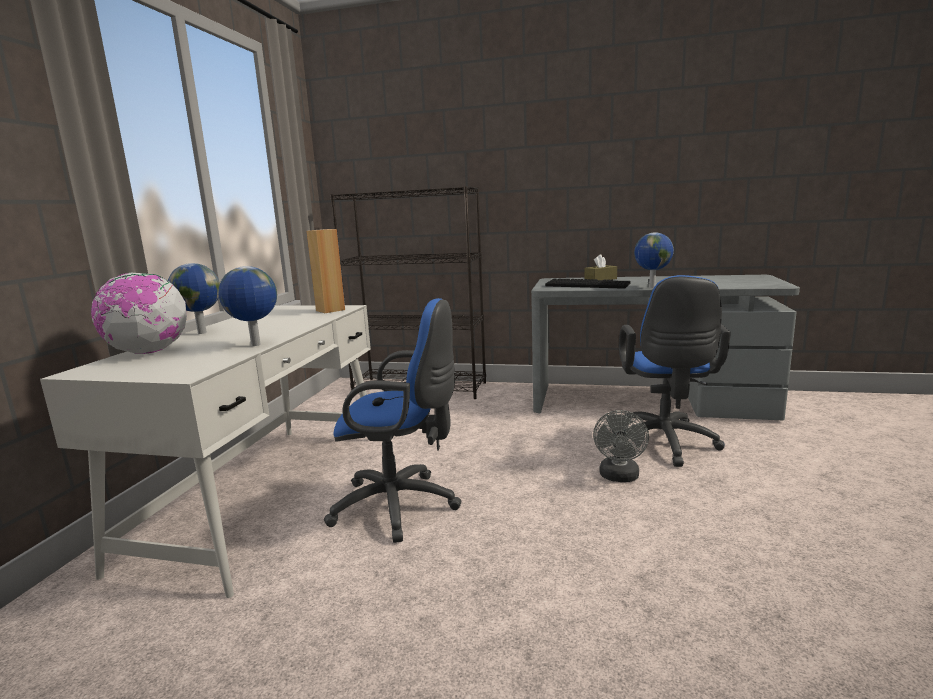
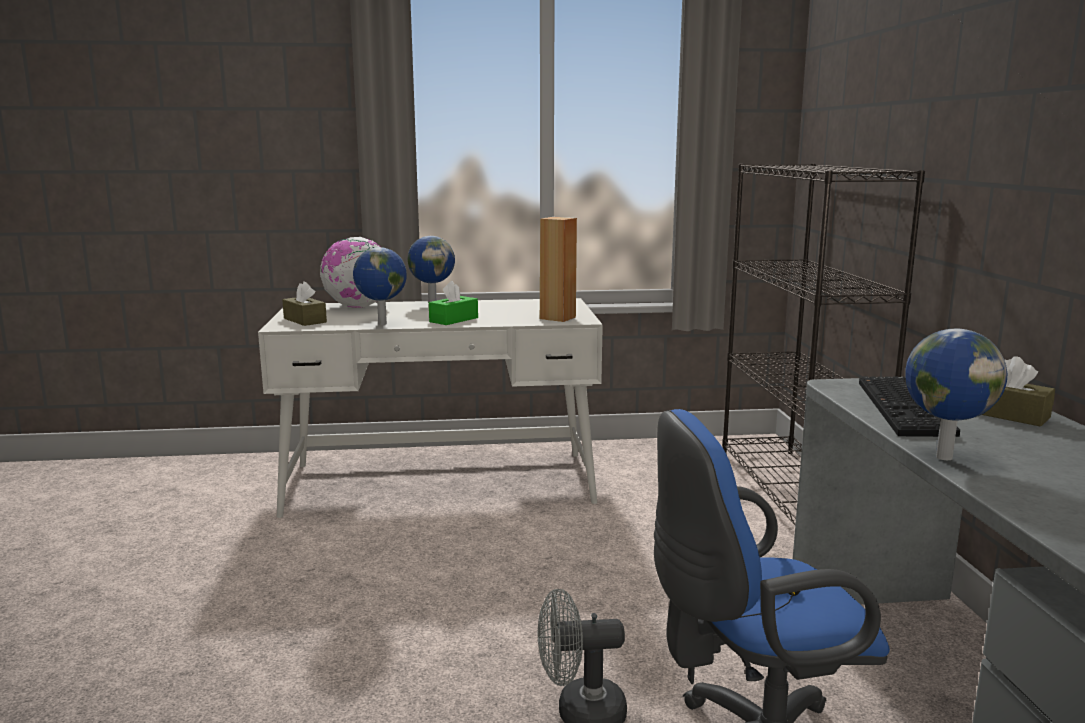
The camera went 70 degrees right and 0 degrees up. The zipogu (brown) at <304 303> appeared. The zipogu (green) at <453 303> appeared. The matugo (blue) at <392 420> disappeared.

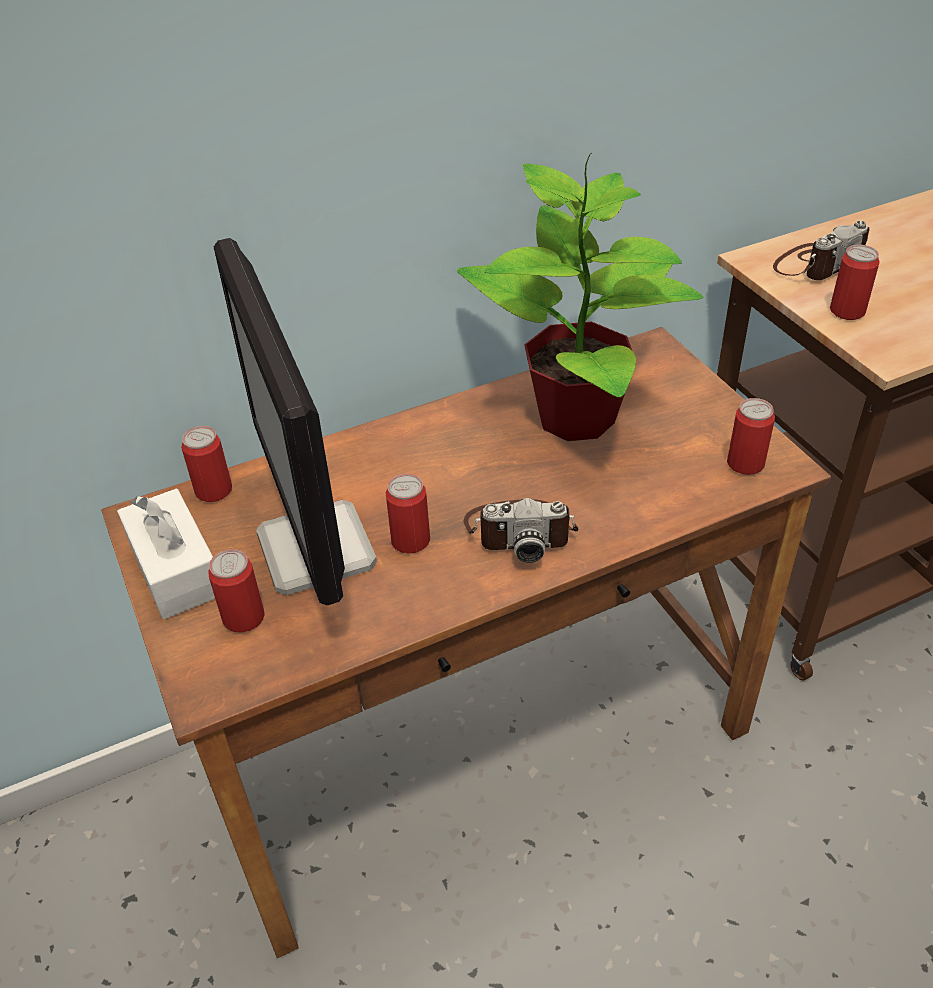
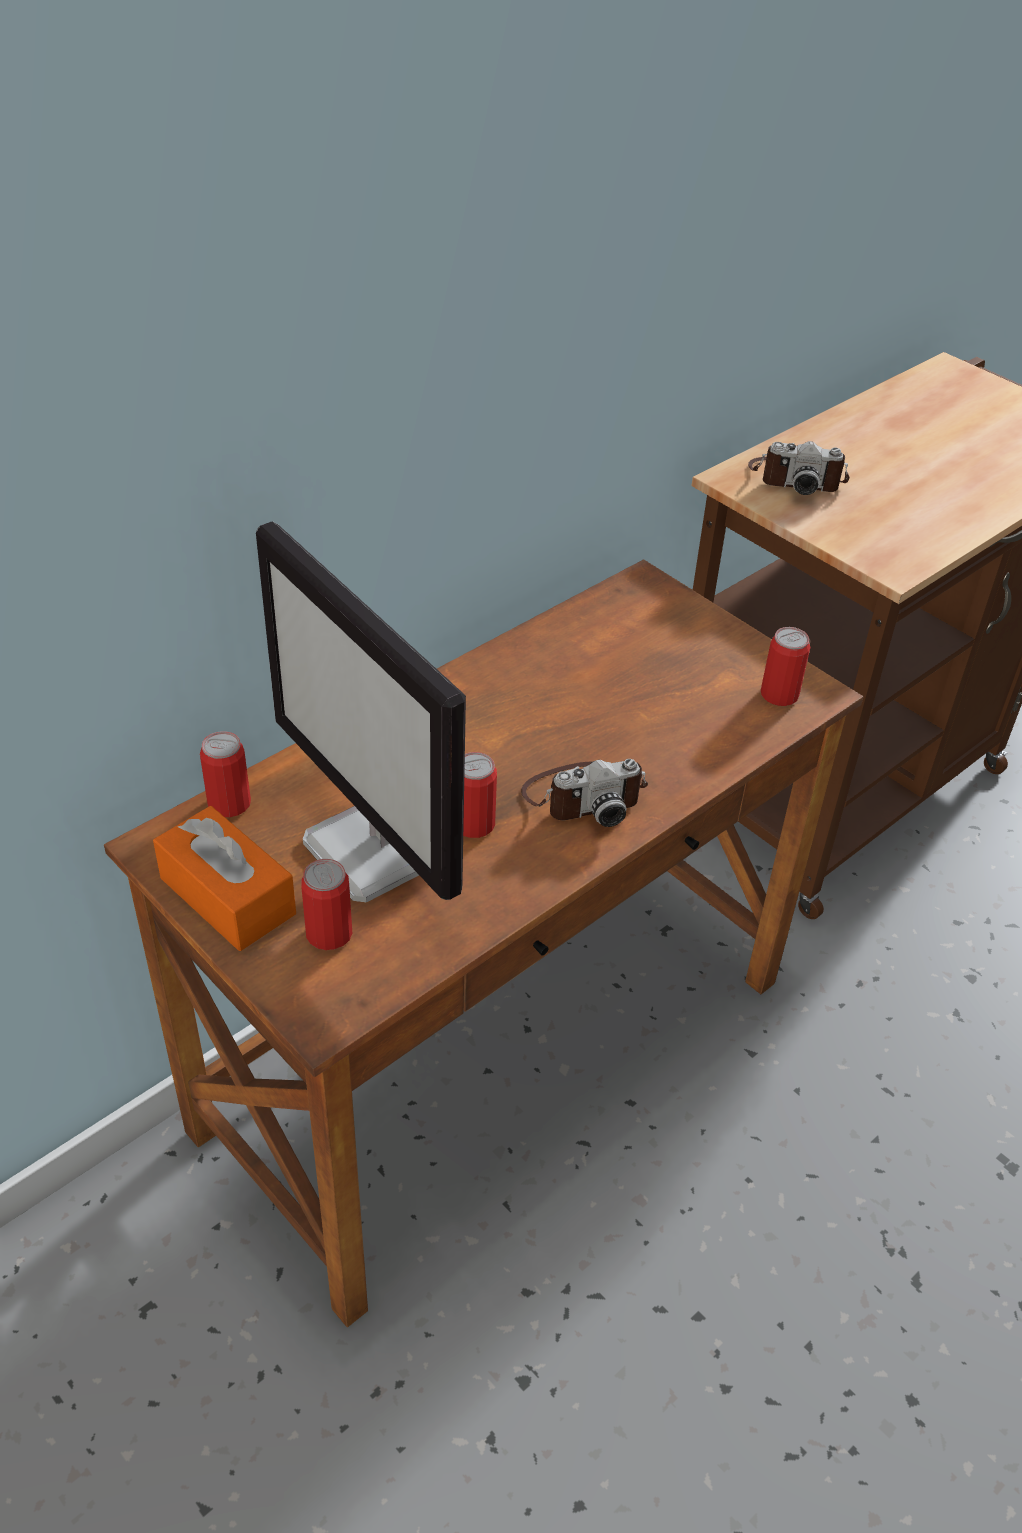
The camera went 20 degrees left and 0 degrees up. The zipogu (white) at <166 554> became the zipogu (orange) at <224 878>. The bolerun at <821 250> turned 60 degrees clockwise. The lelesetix at <580 297> disappeared. The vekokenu at <855 282> disappeared.

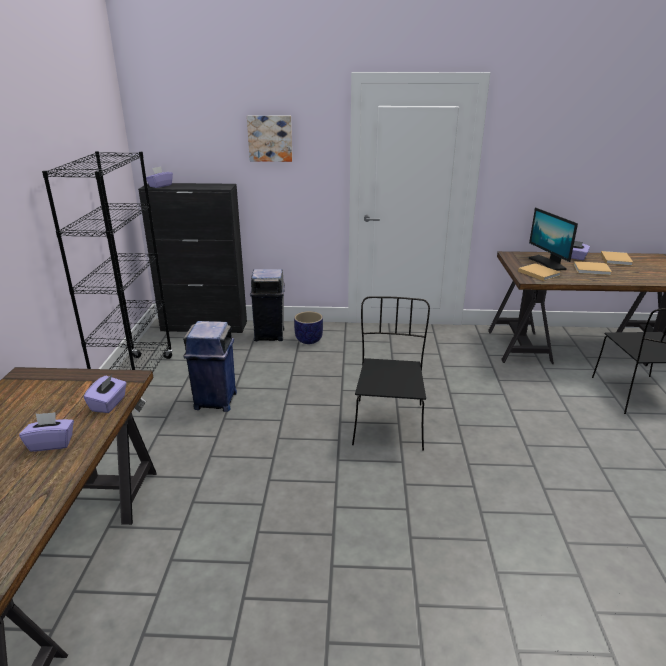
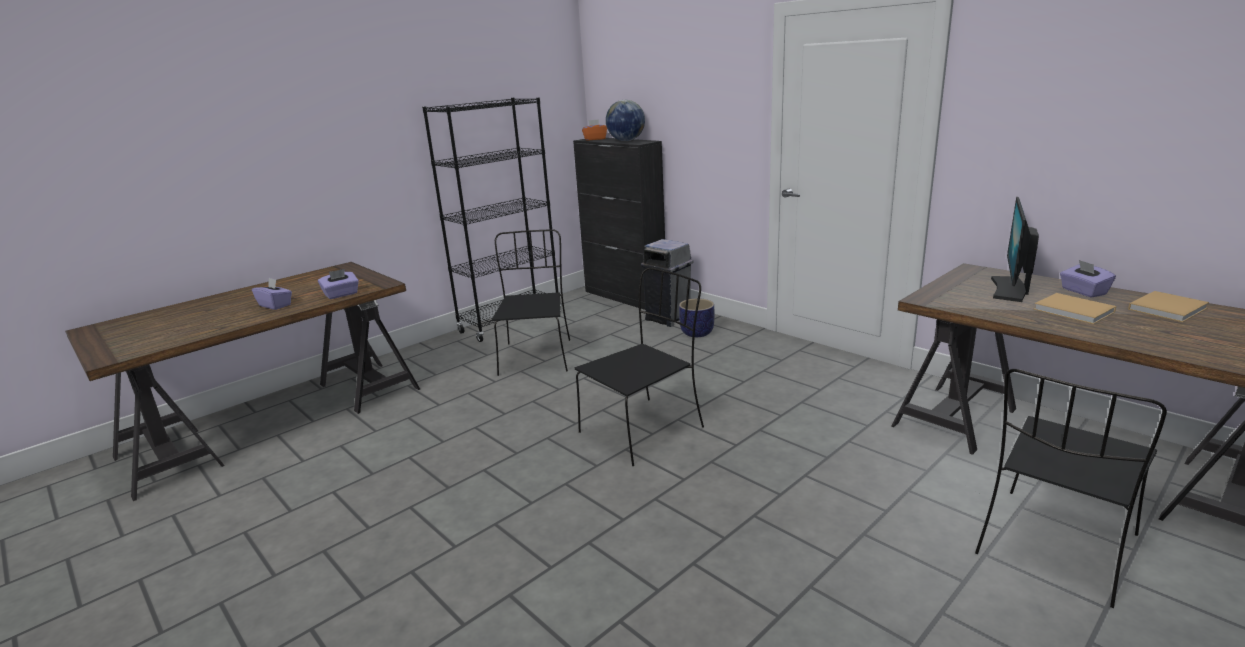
The camera went 45 degrees right and 5 degrees down. The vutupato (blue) at <210 366> was replaced by the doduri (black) at <531 302>. The zipogu (purple) at <159 177> became the zipogu (orange) at <594 129>. The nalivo at <625 120> appeared. The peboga at <270 138> disappeared. The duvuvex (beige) at <539 272> disappeared.

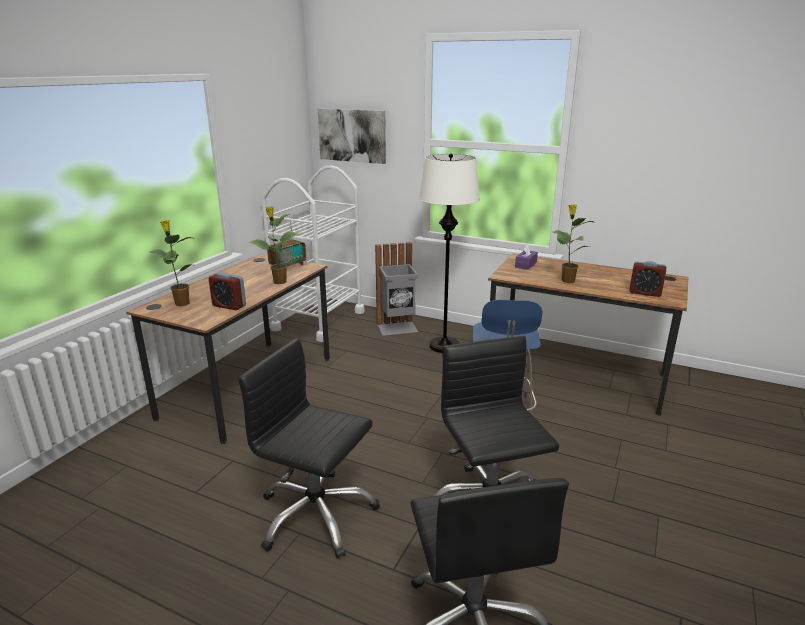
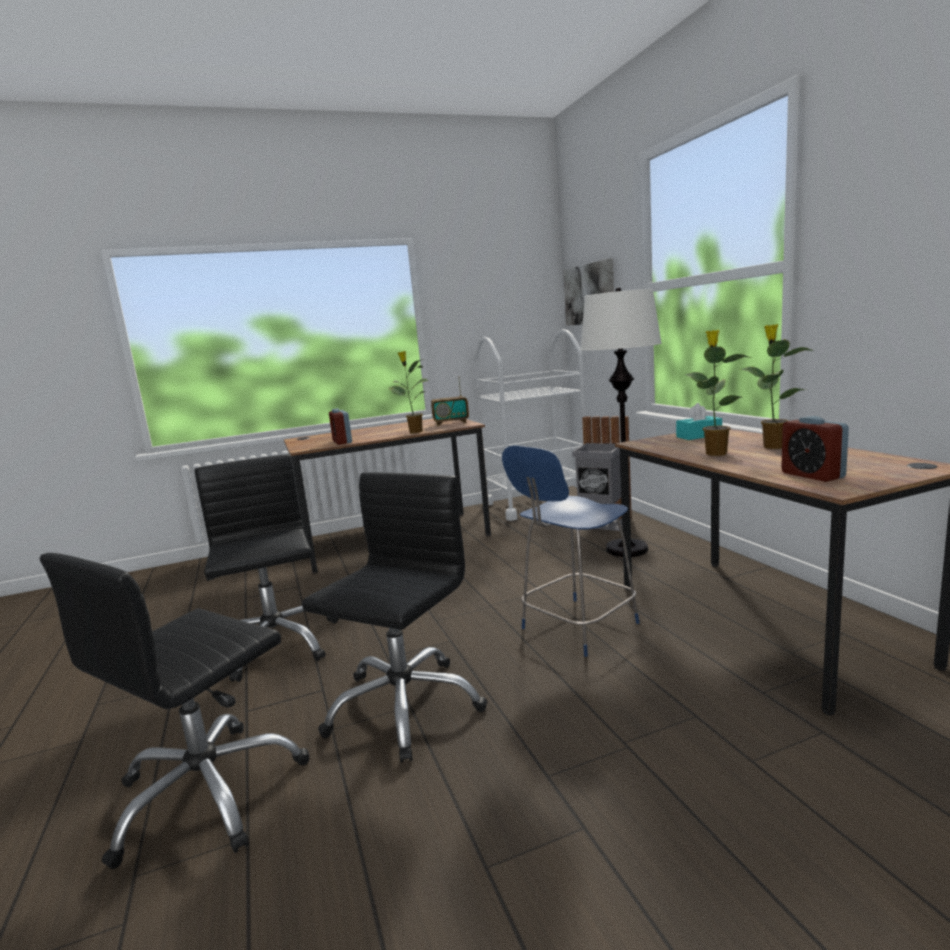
The camera went 45 degrees right and 10 degrees down. The zipogu (purple) at <526 257> became the zipogu (turquoise) at <699 421>. The lelesetix moved from <173 263> to <777 386>.

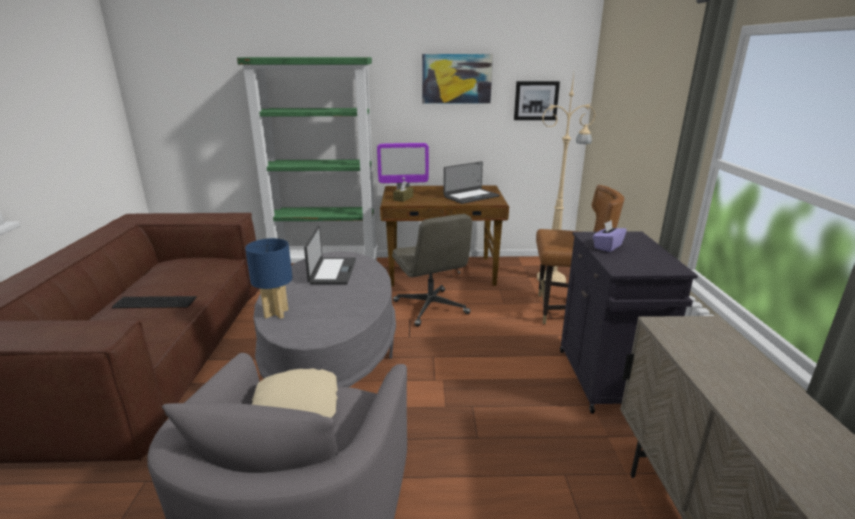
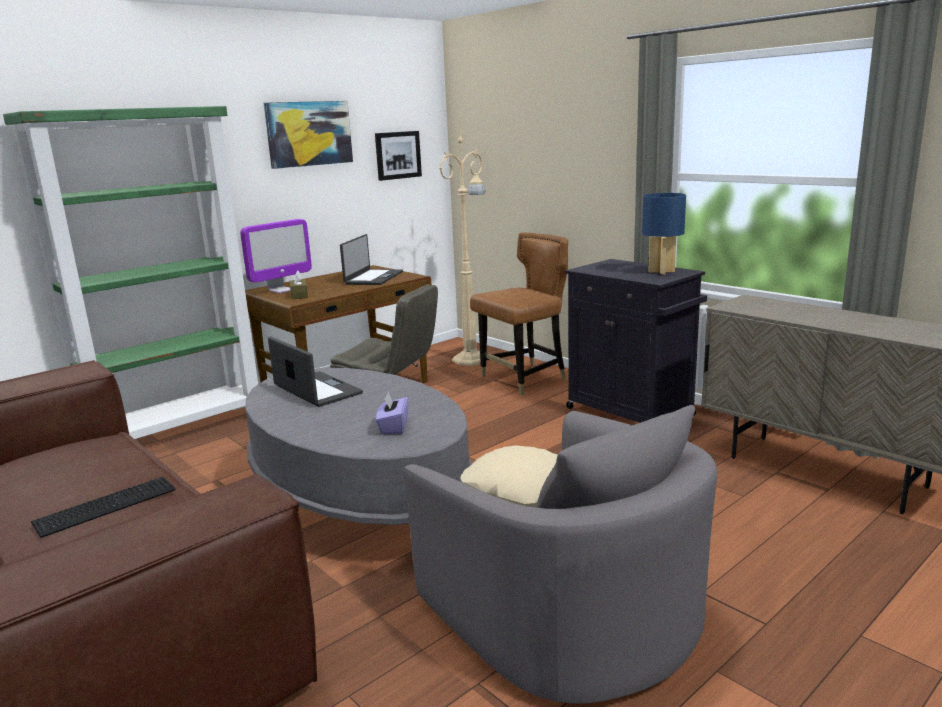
The camera went 40 degrees left and 5 degrees down. The zipogu (purple) moved from <610 236> to <392 413>. The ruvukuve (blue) moved from <269 278> to <664 234>.

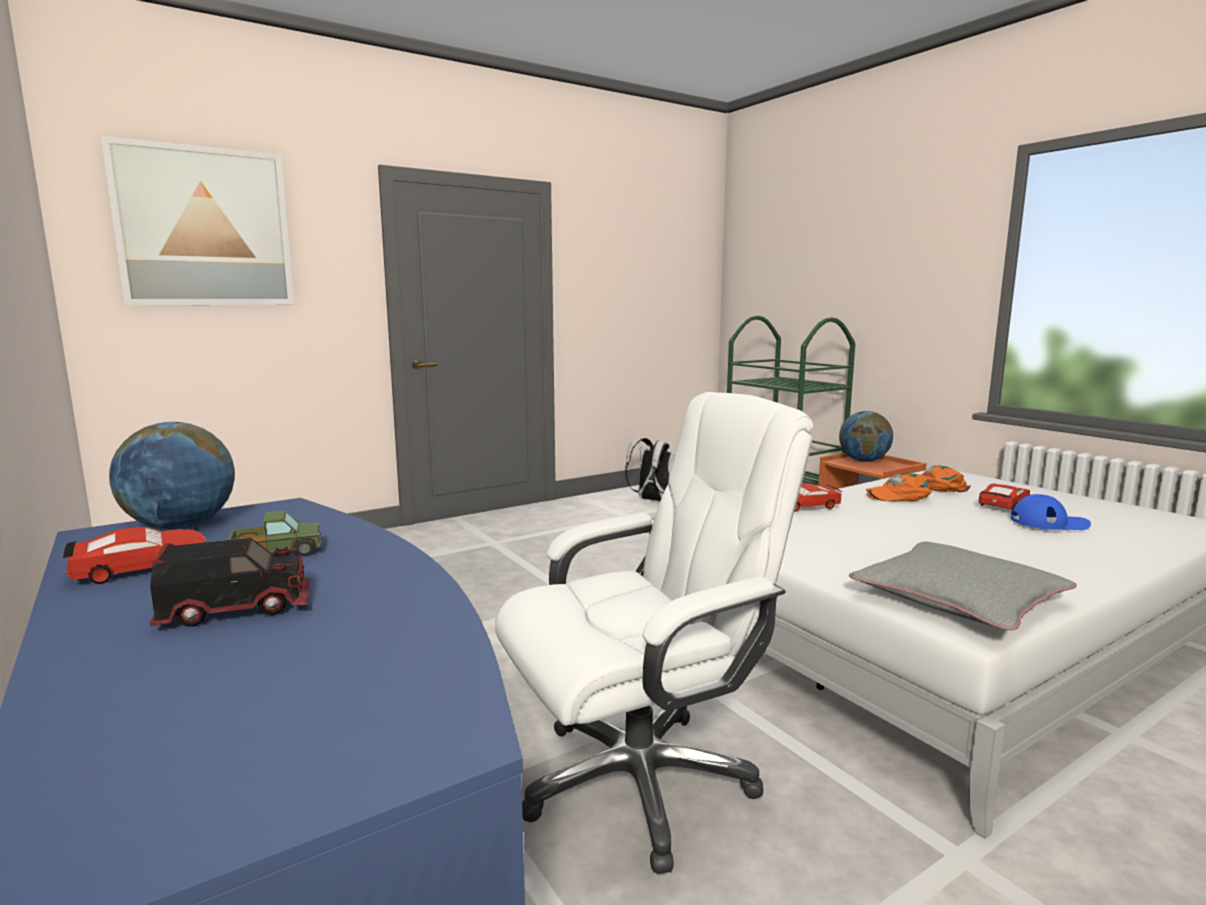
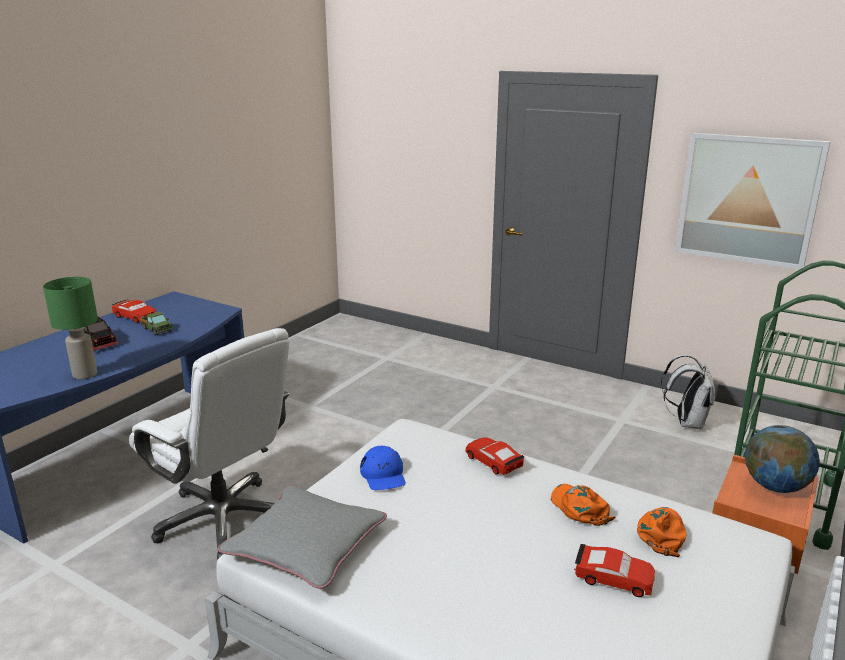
The camera went 65 degrees right and 10 degrees up. The ruvukuve (green) at <70 328> appeared. The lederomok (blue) moved from <1051 512> to <383 468>. The peboga moved from <198 220> to <752 201>. The nalivo at <172 475> disappeared.

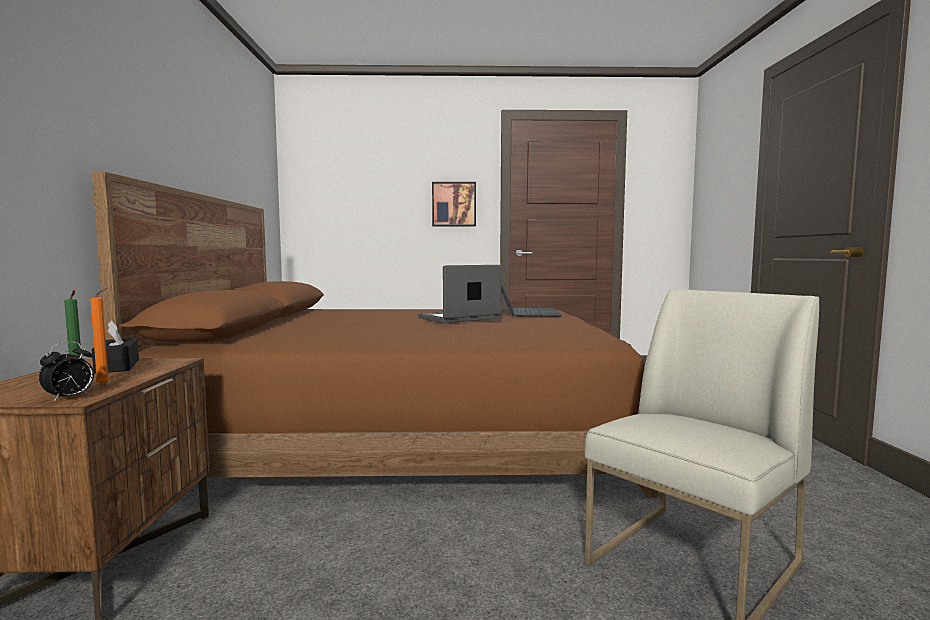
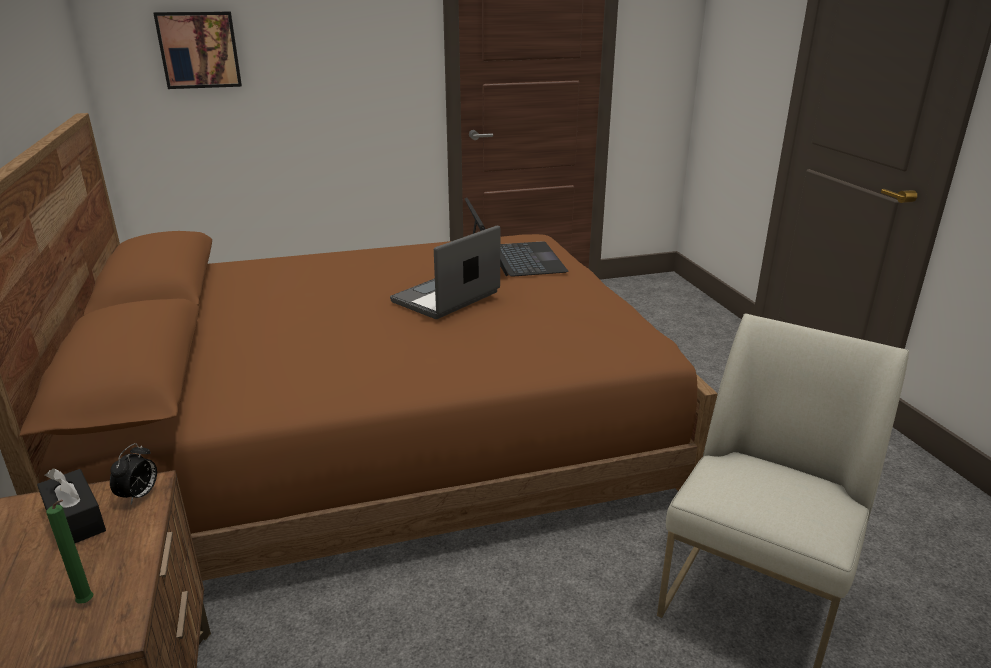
The camera went 15 degrees left and 20 degrees up. The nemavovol moved from <66 372> to <133 474>. The peboga moved from <454 204> to <197 50>. The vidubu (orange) at <100 336> disappeared.

